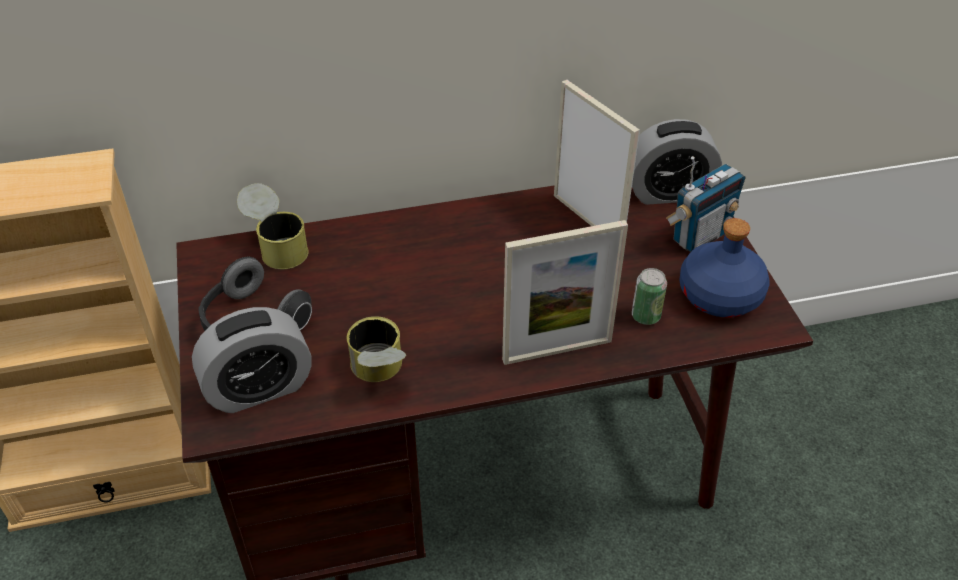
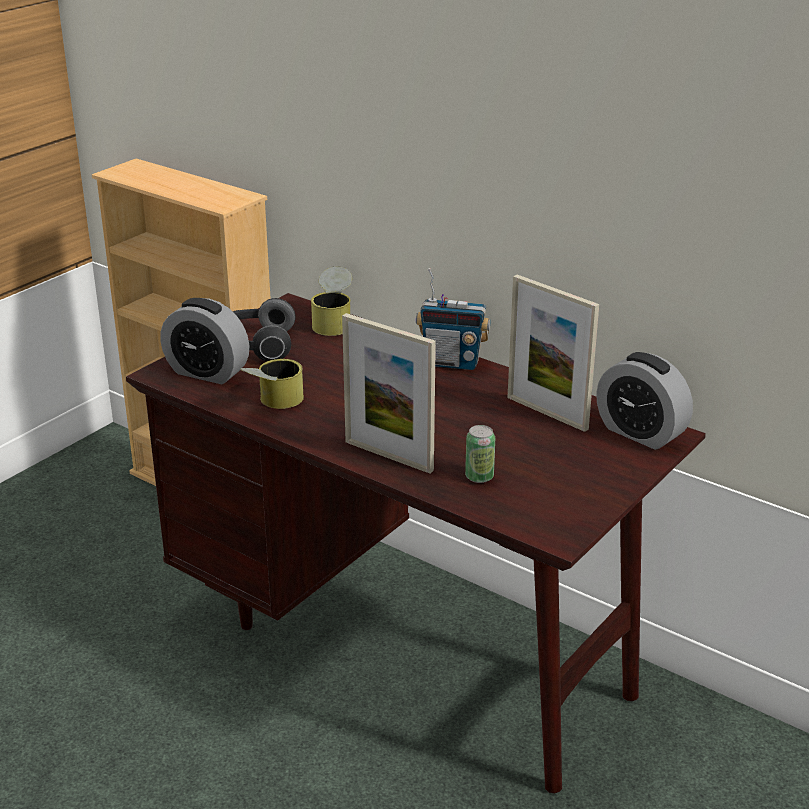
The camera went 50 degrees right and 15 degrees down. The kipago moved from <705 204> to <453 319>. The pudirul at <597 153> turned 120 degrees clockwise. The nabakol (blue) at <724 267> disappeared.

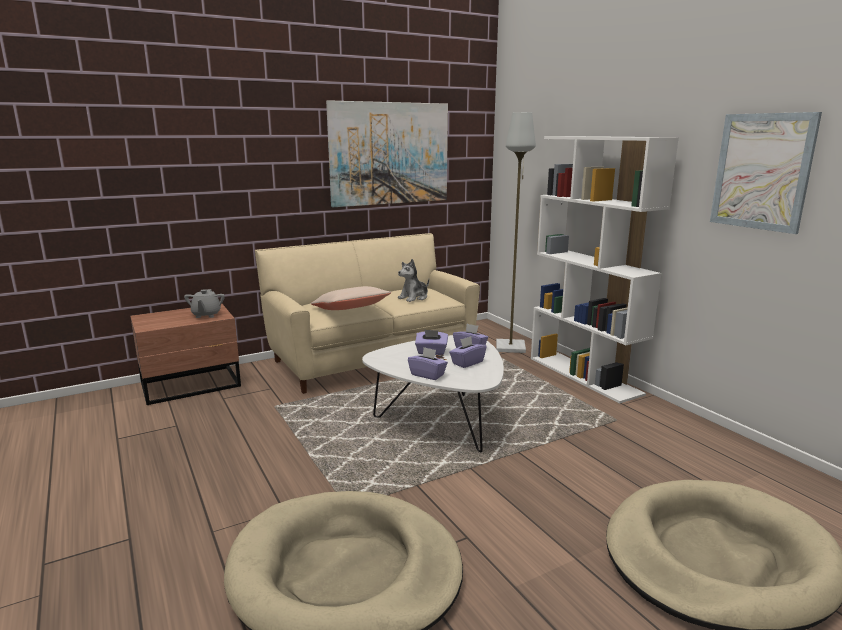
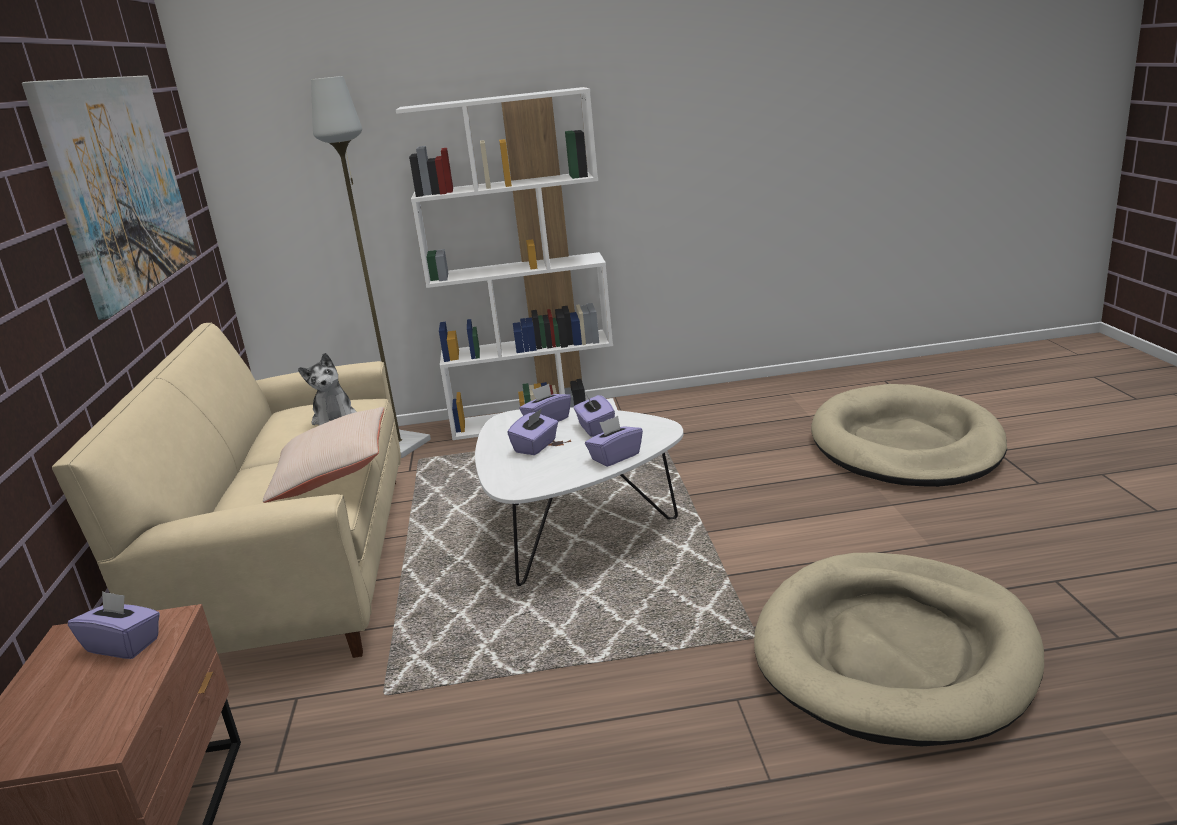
The camera went 65 degrees left and 5 degrees up. The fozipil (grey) at <204 303> was replaced by the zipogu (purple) at <114 625>. The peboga at <766 173> disappeared.

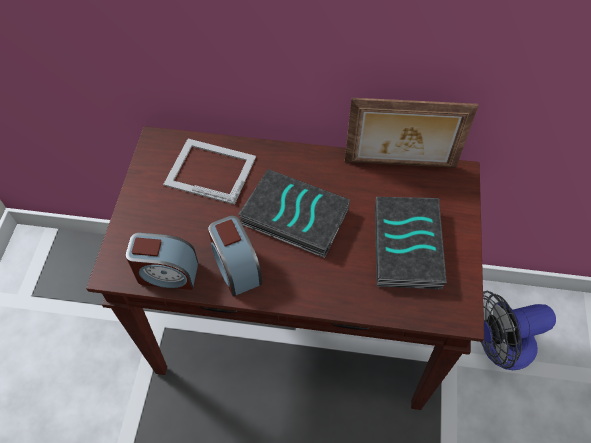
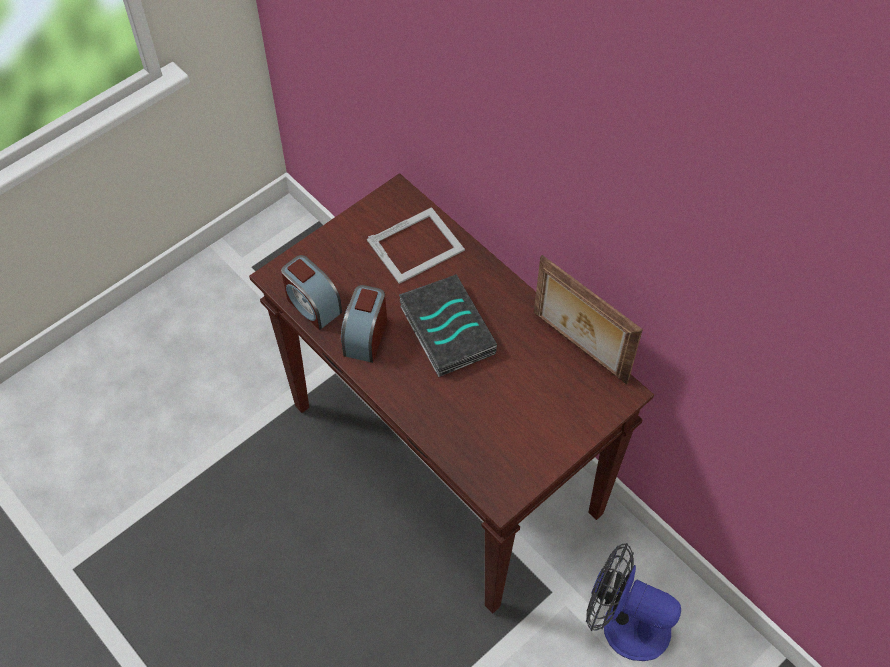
The camera went 40 degrees right and 0 degrees up. The pudirul at <209 172> turned 90 degrees clockwise. The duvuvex at <411 243> disappeared.

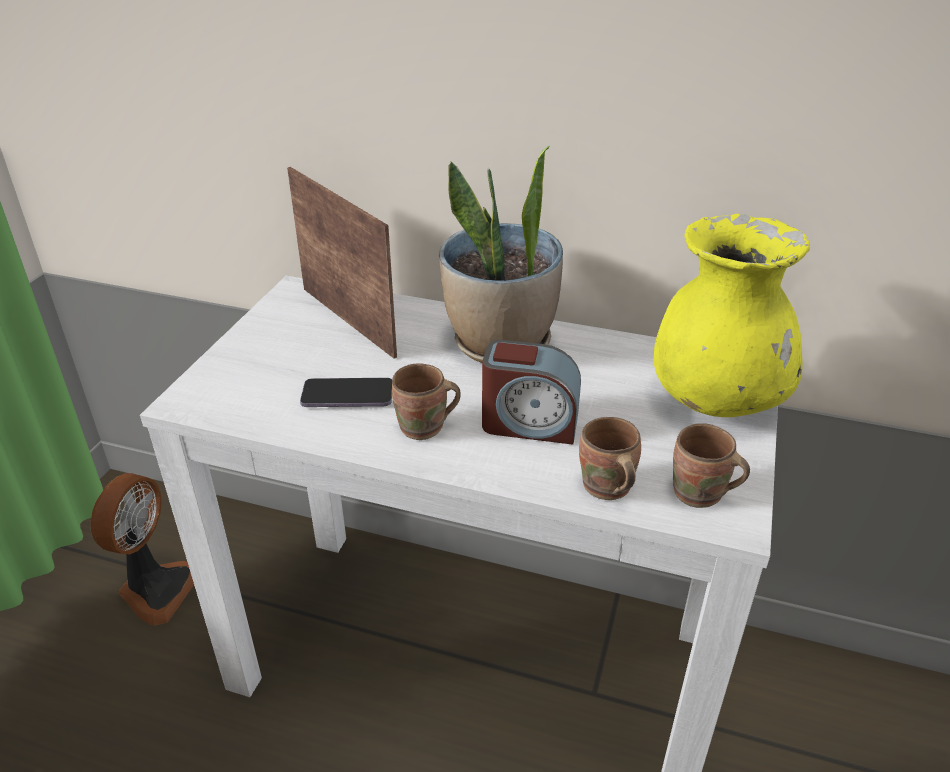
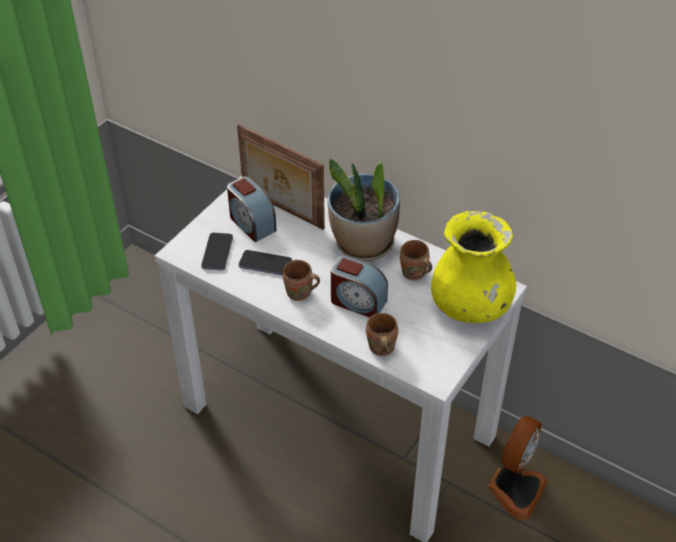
The camera went 15 degrees right and 10 degrees up. The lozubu at <217 252> appeared. The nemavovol at <252 209> appeared. The pudirul at <342 263> turned 150 degrees clockwise. The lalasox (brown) moved from <711 465> to <416 260>. The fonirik moved from <142 549> to <518 468>.

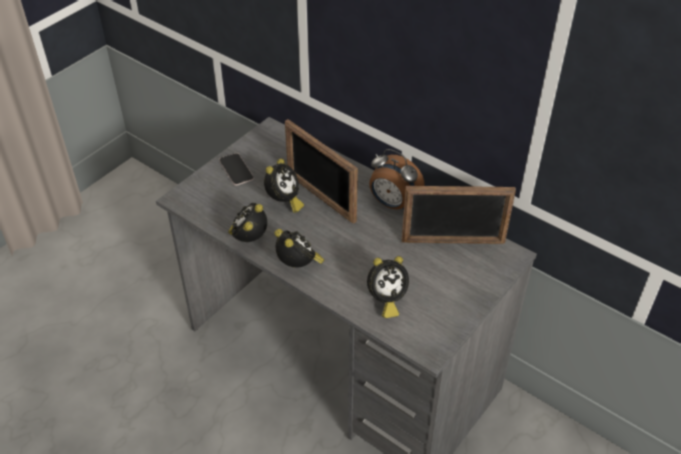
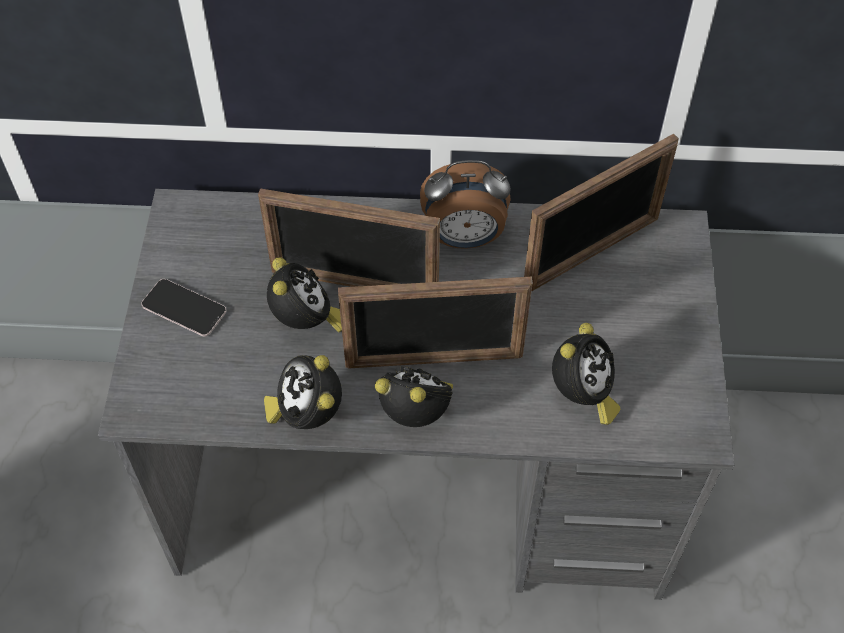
The camera went 35 degrees left and 10 degrees up. The pudirul at <435 322> appeared.

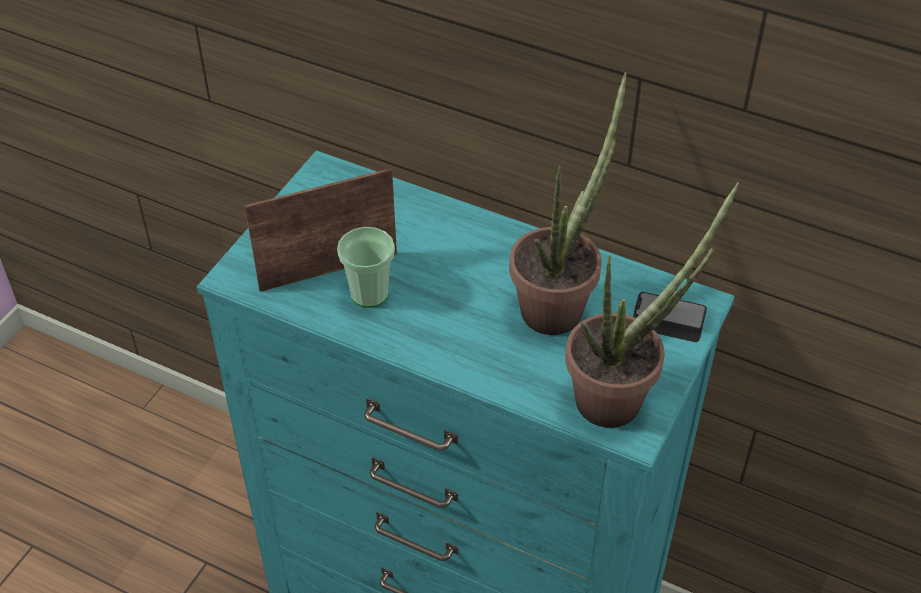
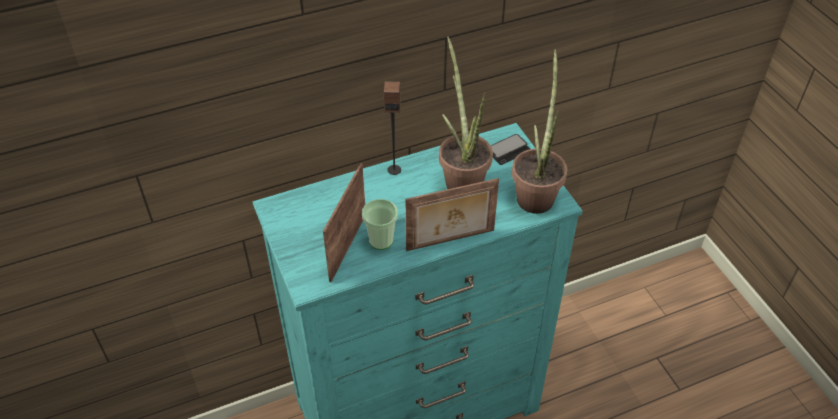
The camera went 50 degrees left and 0 degrees up. The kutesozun at <392 128> appeared. The pudirul at <452 214> appeared.

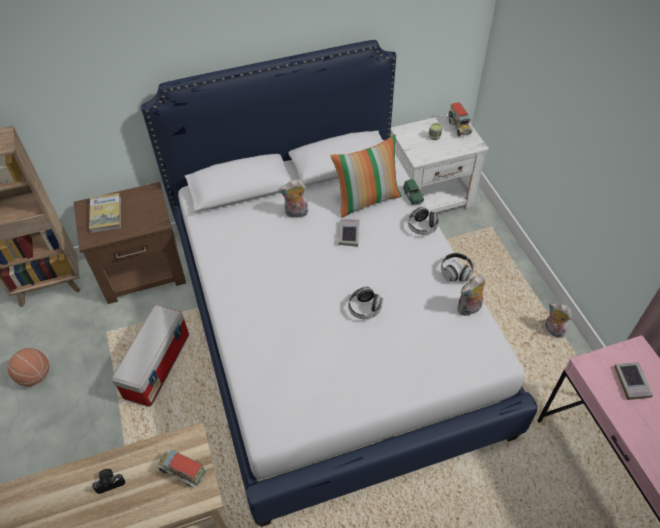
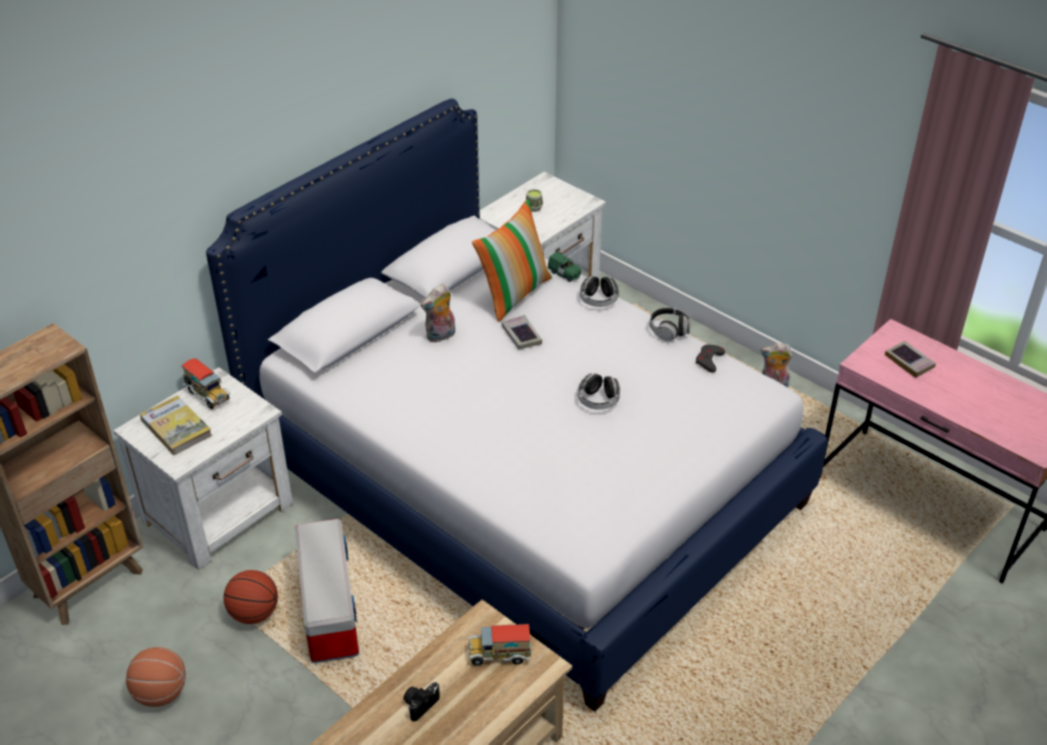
The camera went 30 degrees left and 10 degrees down. The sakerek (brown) at <129 243> became the sakerek (white) at <203 468>. The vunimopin moved from <460 119> to <206 383>. The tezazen at <250 597> appeared. The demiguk at <471 295> was replaced by the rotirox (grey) at <710 359>.

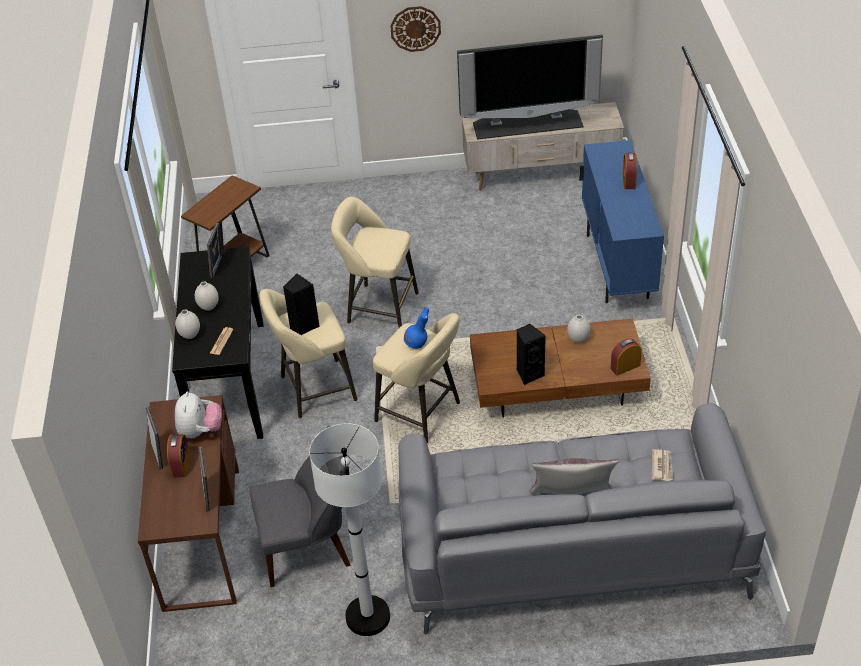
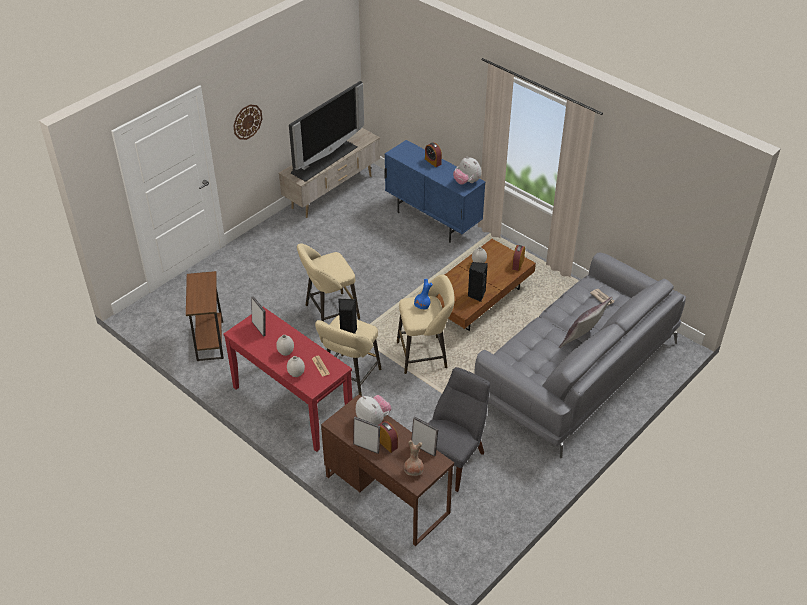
The camera went 45 degrees left and 0 degrees up. The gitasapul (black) at <217 342> became the gitasapul (red) at <287 379>. The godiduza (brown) at <414 458> appeared. The demiguk at <467 170> appeared. The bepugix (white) at <349 529> disappeared.

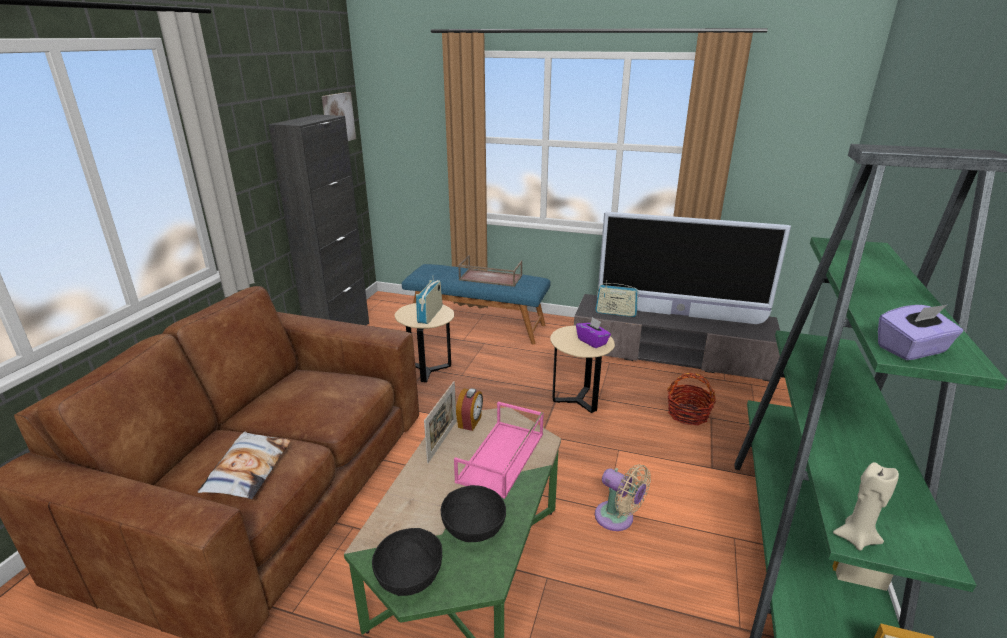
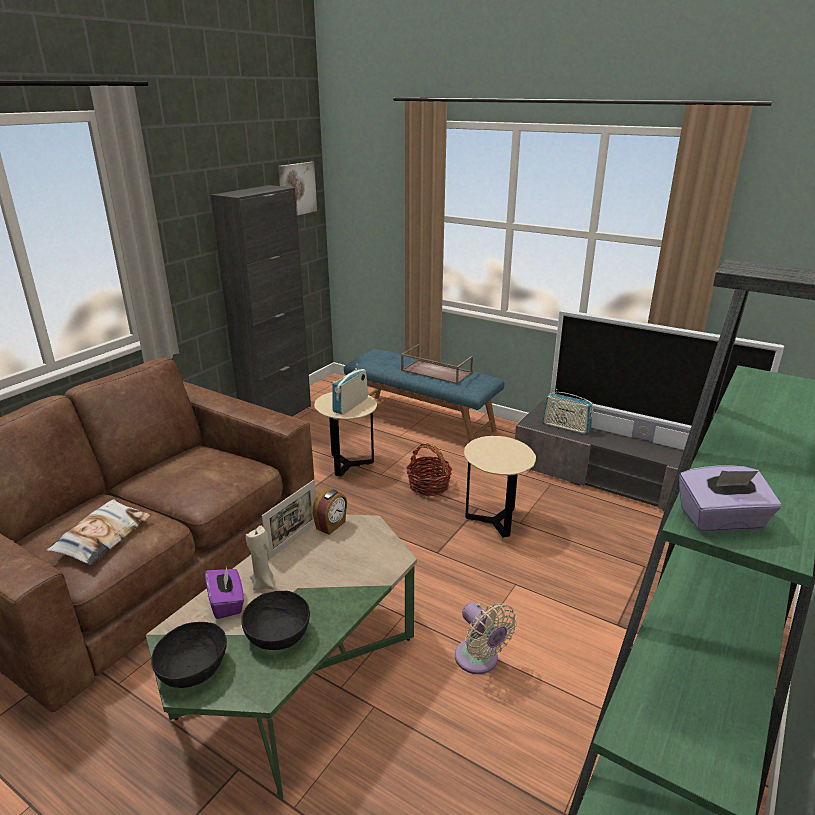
The camera went 15 degrees right and 0 degrees up. The zipogu (purple) moved from <593 332> to <224 593>. The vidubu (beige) moved from <866 506> to <260 558>. The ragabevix moved from <691 399> to <429 470>. The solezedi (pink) at <499 450> disappeared.

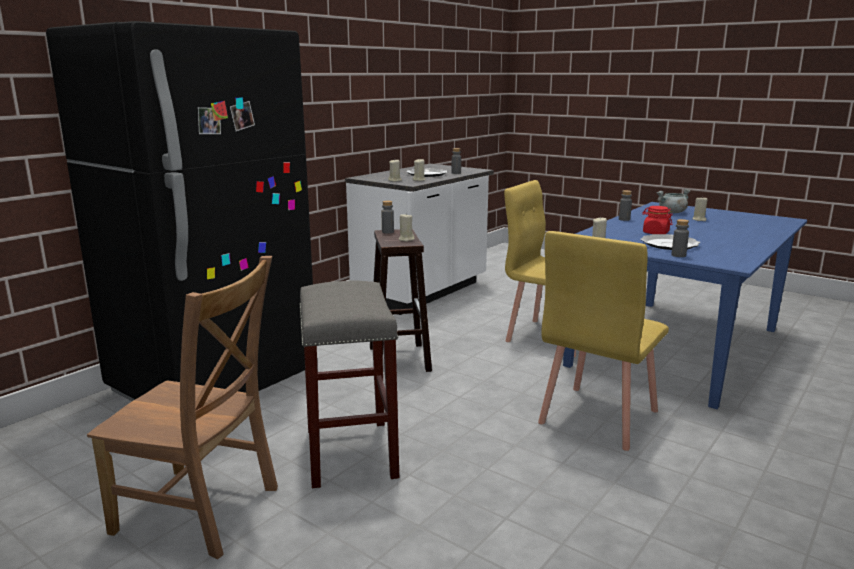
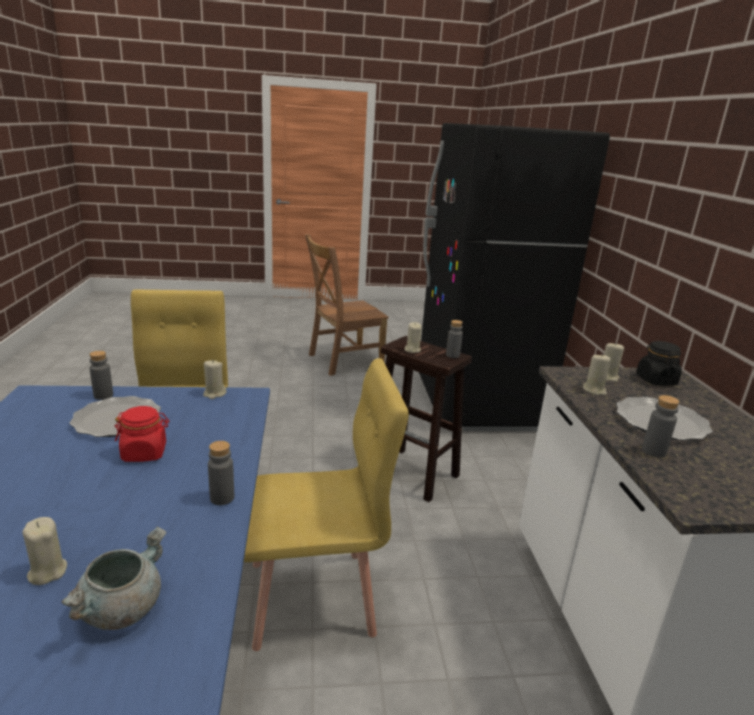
The camera went 135 degrees right and 5 degrees up. The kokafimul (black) at <659 363> appeared. The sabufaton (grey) at <349 384> disappeared.

